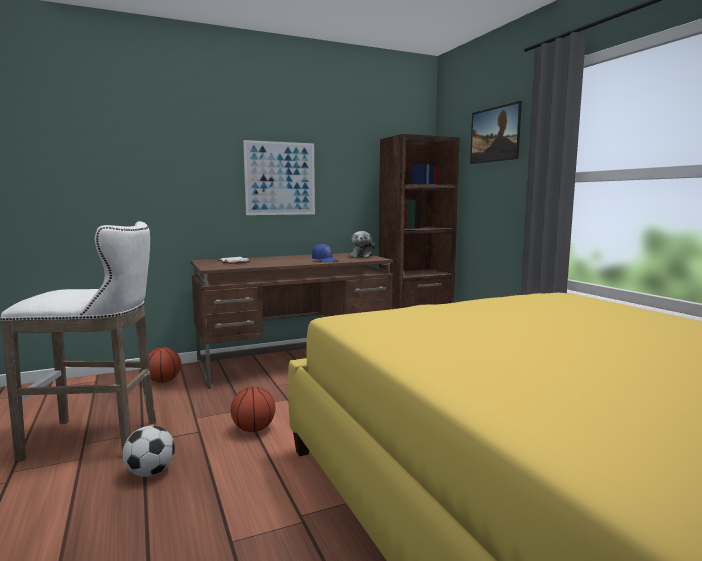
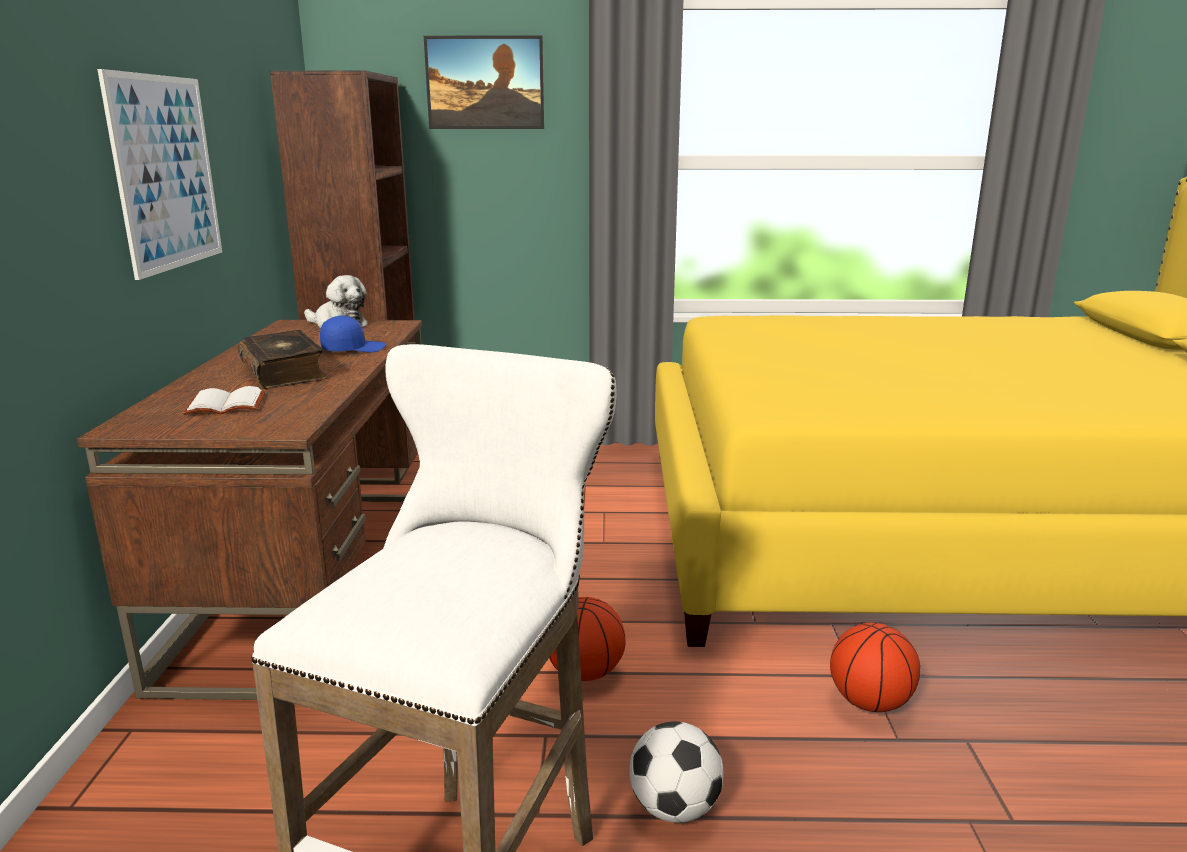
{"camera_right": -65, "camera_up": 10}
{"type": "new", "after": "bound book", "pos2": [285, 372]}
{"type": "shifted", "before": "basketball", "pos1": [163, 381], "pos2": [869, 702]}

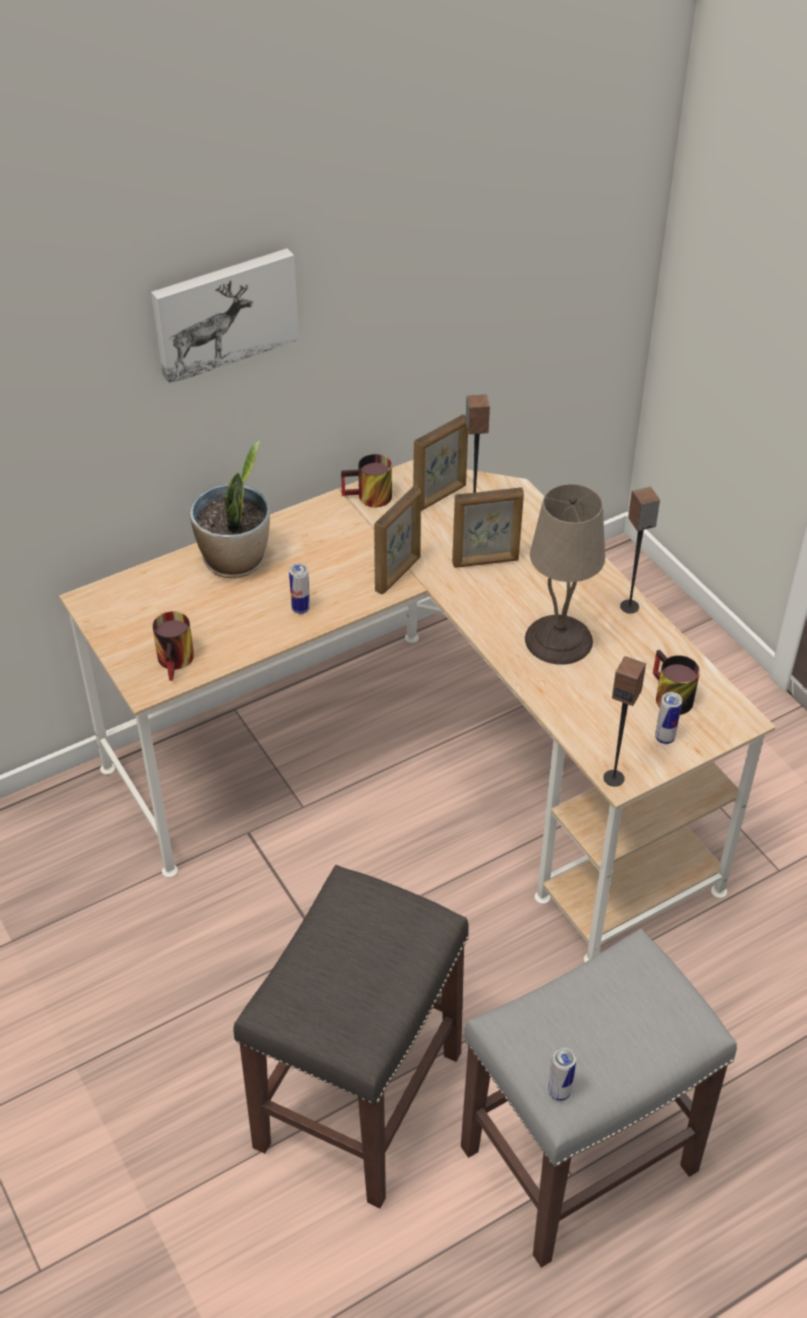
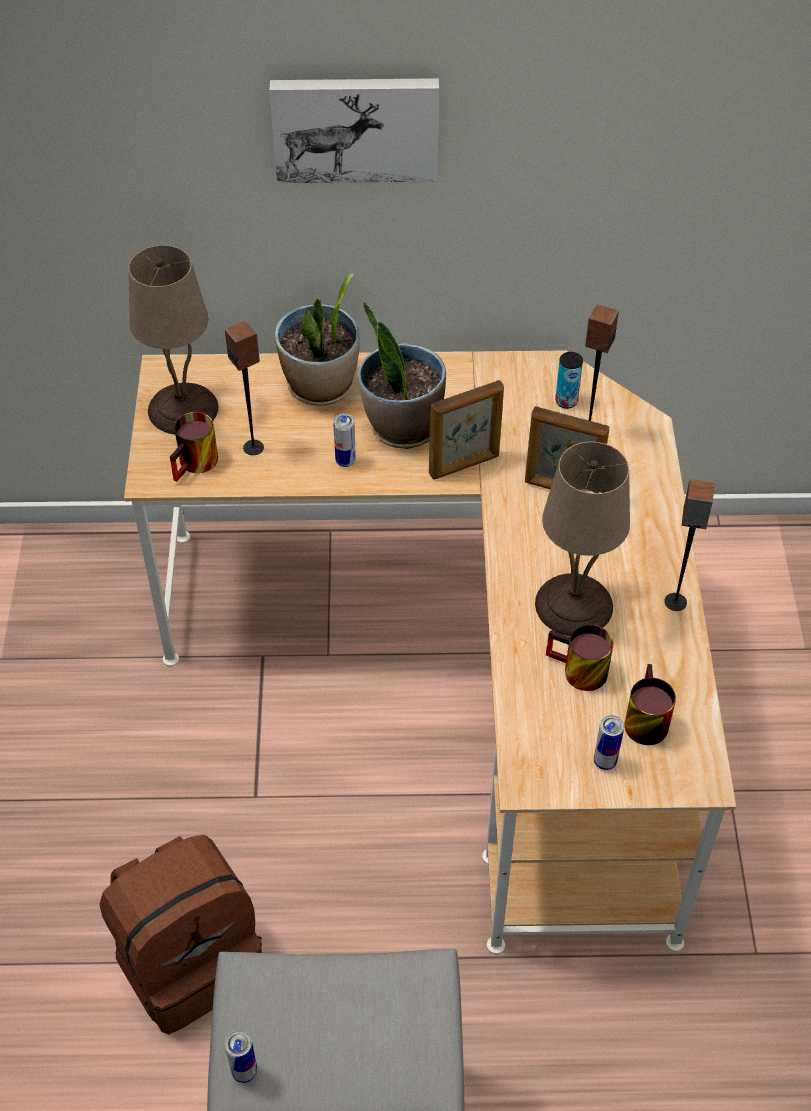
{"camera_right": 30, "camera_up": 5}
{"type": "swapped", "before": "sitting stool (grey)", "after": "rucksack (brown)", "pos1": [359, 1096], "pos2": [189, 960]}
{"type": "new", "after": "lamp for a table (beige-coloured)", "pos2": [181, 408]}
{"type": "shifted", "before": "speaker", "pos1": [614, 778], "pos2": [254, 447]}
{"type": "new", "after": "houseplant", "pos2": [402, 426]}
{"type": "shifted", "before": "tea mug", "pos1": [369, 498], "pos2": [576, 673]}
{"type": "swapped", "before": "picture frame", "after": "sealed can", "pos1": [440, 497], "pos2": [566, 401]}

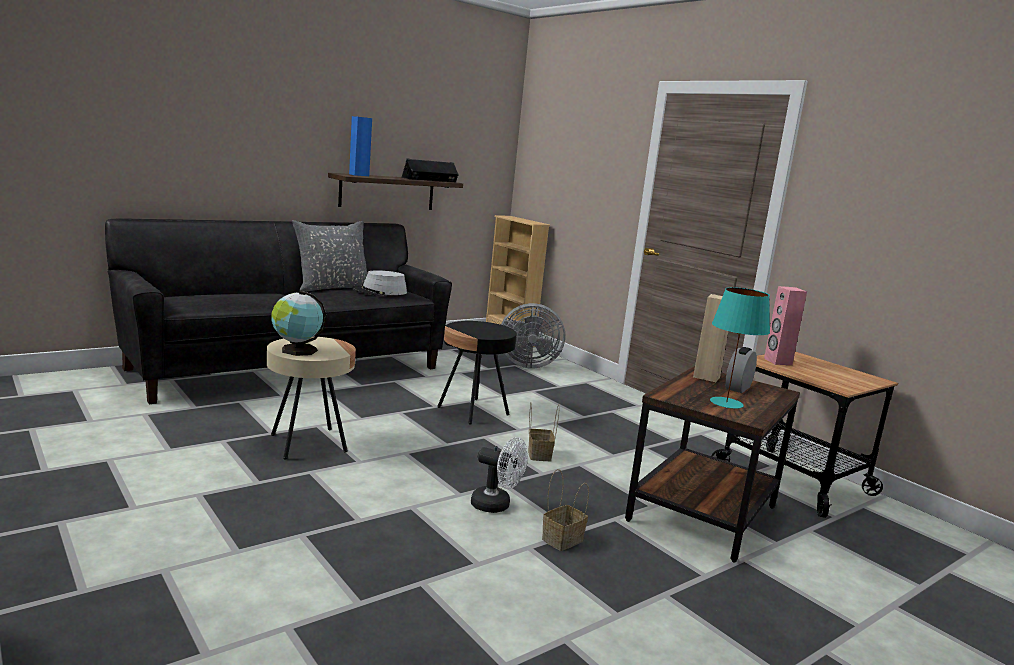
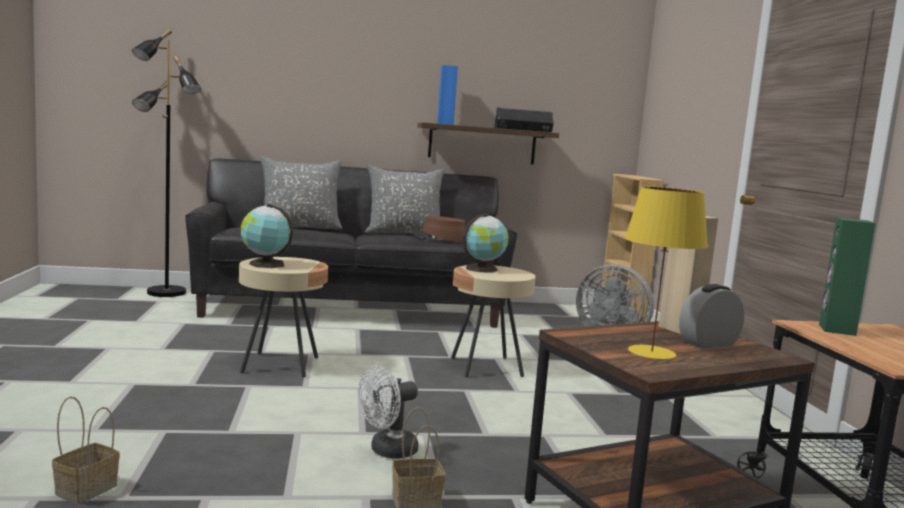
{"camera_right": 30, "camera_up": -5}
{"type": "shifted", "before": "household basket", "pos1": [538, 454], "pos2": [87, 488]}
{"type": "new", "after": "standard lamp (black-coloured)", "pos2": [166, 293]}
{"type": "new", "after": "cushion (grey)", "pos2": [299, 227]}
{"type": "rotated", "before": "cooling fan (whitish)", "pos1": [496, 506], "pos2": [387, 451], "turn": 90}
{"type": "repainted", "before": "wearable hat (grey)", "after": "wearable hat (brown)", "pos1": [379, 291], "pos2": [438, 237]}
{"type": "repainted", "before": "side table (black-coloured)", "after": "side table (beige-coloured)", "pos1": [473, 411], "pos2": [486, 367]}
{"type": "new", "after": "world globe", "pos2": [482, 269]}
{"type": "repainted", "before": "lamp for a table (blue-green)", "after": "lamp for a table (yellowish)", "pos1": [727, 403], "pos2": [652, 352]}
{"type": "repainted", "before": "speaker (pink-coloured)", "after": "speaker (green)", "pos1": [777, 361], "pos2": [836, 330]}

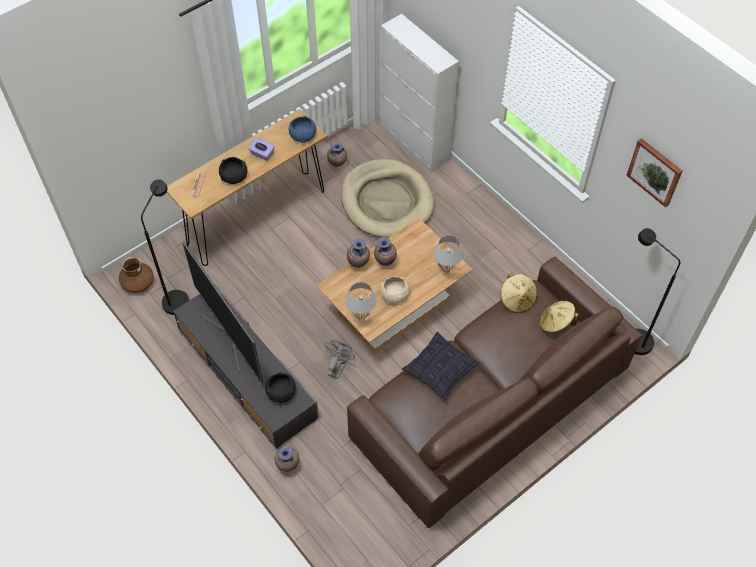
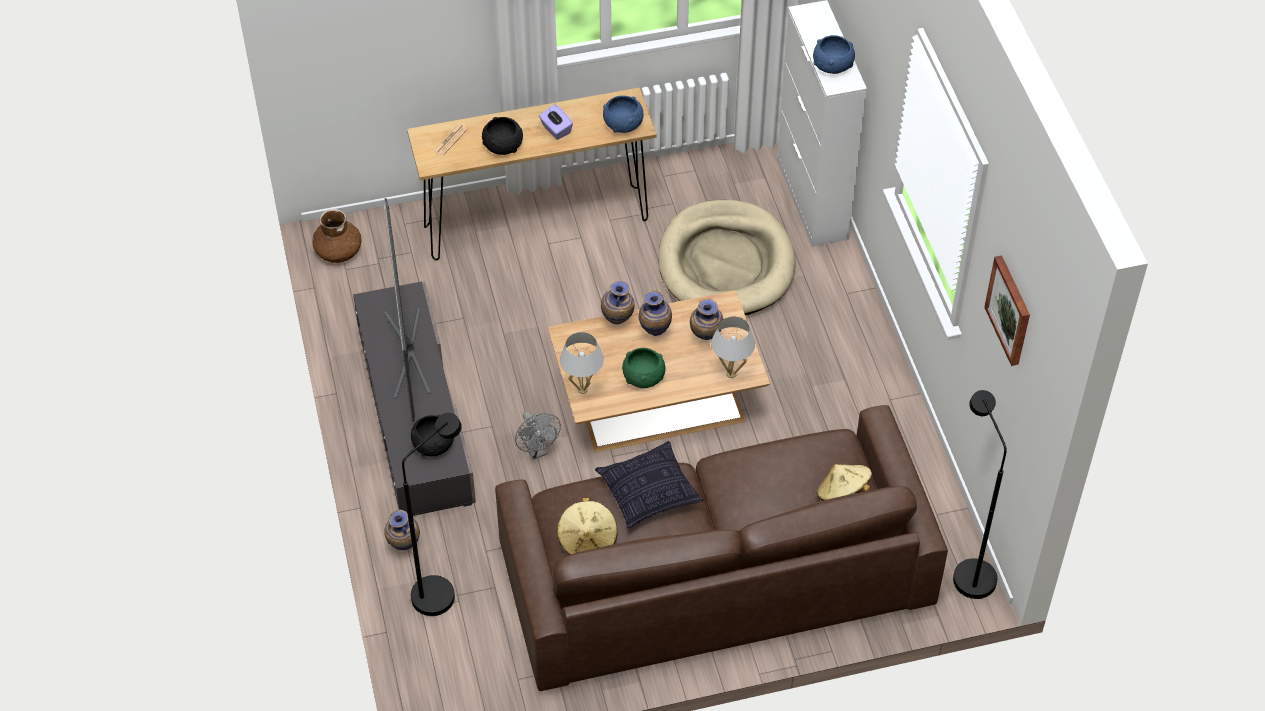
{"camera_right": 25, "camera_up": -5}
{"type": "shifted", "before": "standard lamp (black-coloured)", "pos1": [178, 296], "pos2": [441, 588]}
{"type": "rotated", "before": "cooling fan (grey)", "pos1": [338, 366], "pos2": [537, 450], "turn": 105}
{"type": "shifted", "before": "wearable hat (beige-coloured)", "pos1": [517, 300], "pos2": [587, 541]}
{"type": "repainted", "before": "bowl (beige-coloured)", "after": "bowl (green)", "pos1": [394, 295], "pos2": [643, 377]}
{"type": "shifted", "before": "decorative vase", "pos1": [337, 166], "pos2": [705, 338]}
{"type": "new", "after": "bowl (bluish)", "pos2": [832, 65]}

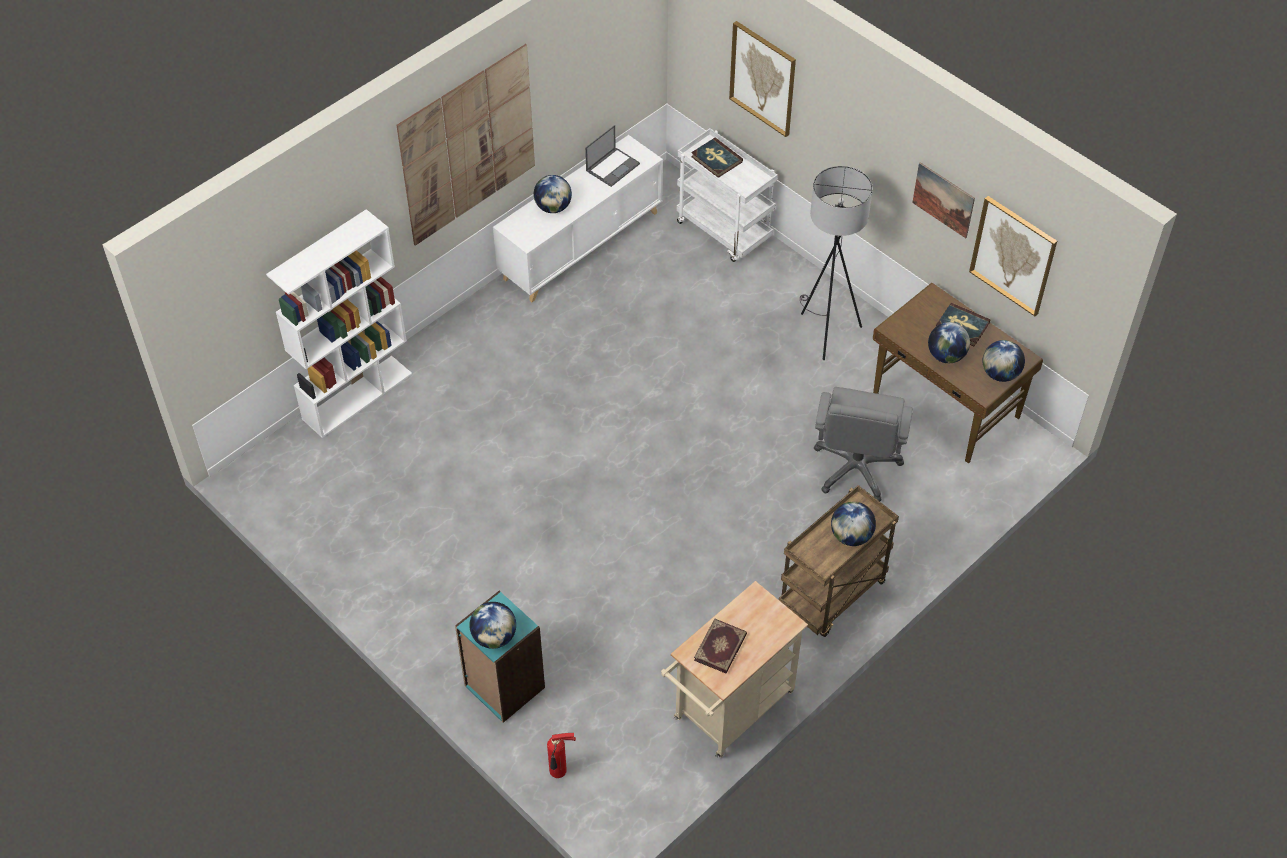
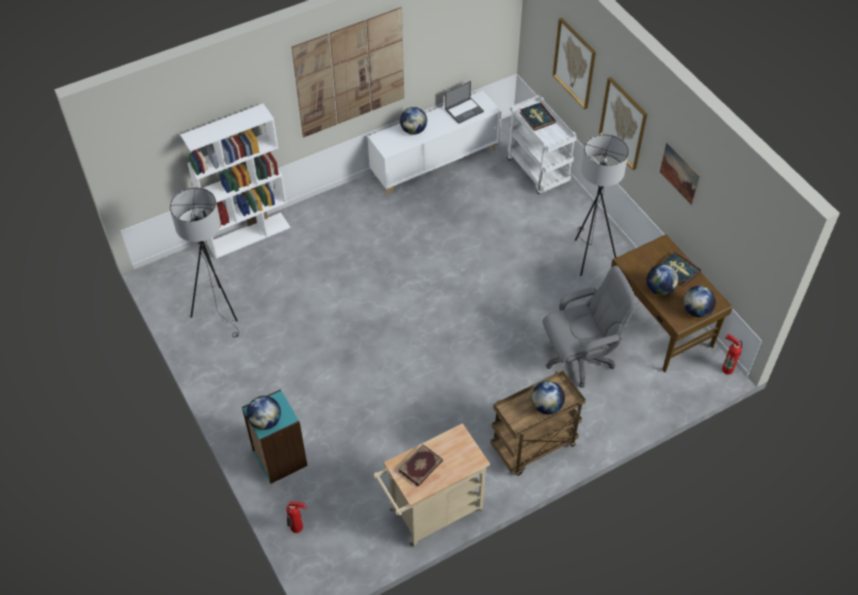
{"camera_right": 15, "camera_up": 0}
{"type": "new", "after": "standard lamp (grey)", "pos2": [219, 310]}
{"type": "rotated", "before": "office chair (grey)", "pos1": [856, 468], "pos2": [580, 358], "turn": -135}
{"type": "shifted", "before": "picture", "pos1": [1013, 255], "pos2": [623, 123]}
{"type": "new", "after": "fire-fighting cylinder", "pos2": [727, 368]}

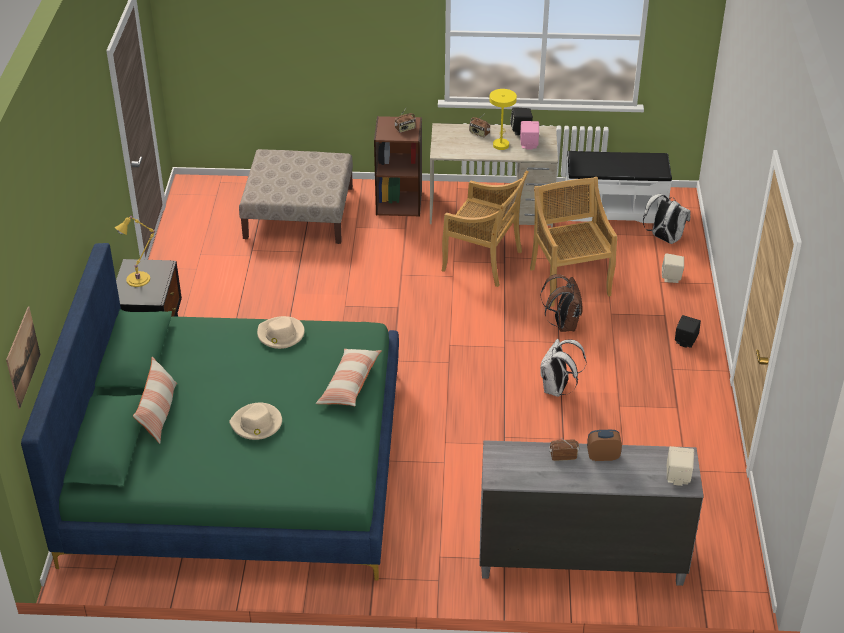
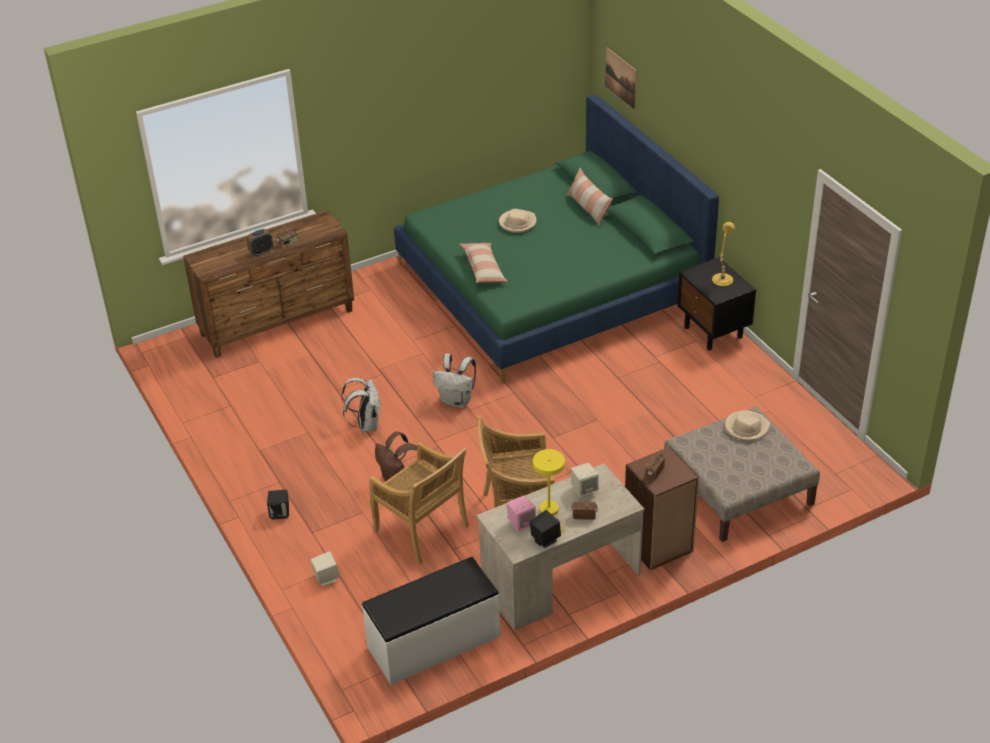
{"camera_right": 150, "camera_up": 0}
{"type": "repainted", "before": "chest of drawers (grey)", "after": "chest of drawers (brown)", "pos1": [580, 558], "pos2": [278, 323]}
{"type": "shifted", "before": "rucksack (whitish)", "pos1": [664, 238], "pos2": [457, 401]}
{"type": "shifted", "before": "speaker (beige-coloured)", "pos1": [677, 477], "pos2": [584, 489]}
{"type": "shifted", "before": "wearable hat (beige-coloured)", "pos1": [280, 335], "pos2": [746, 427]}

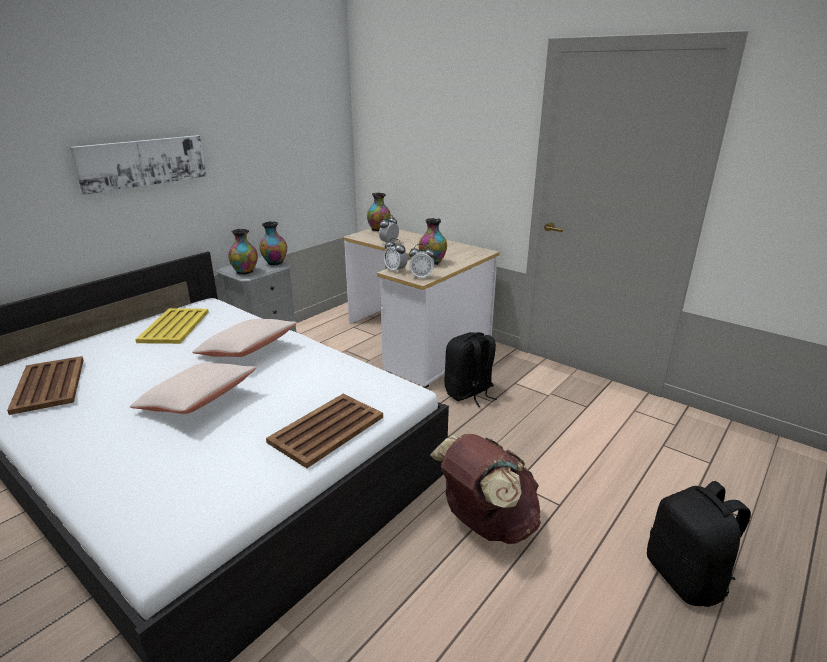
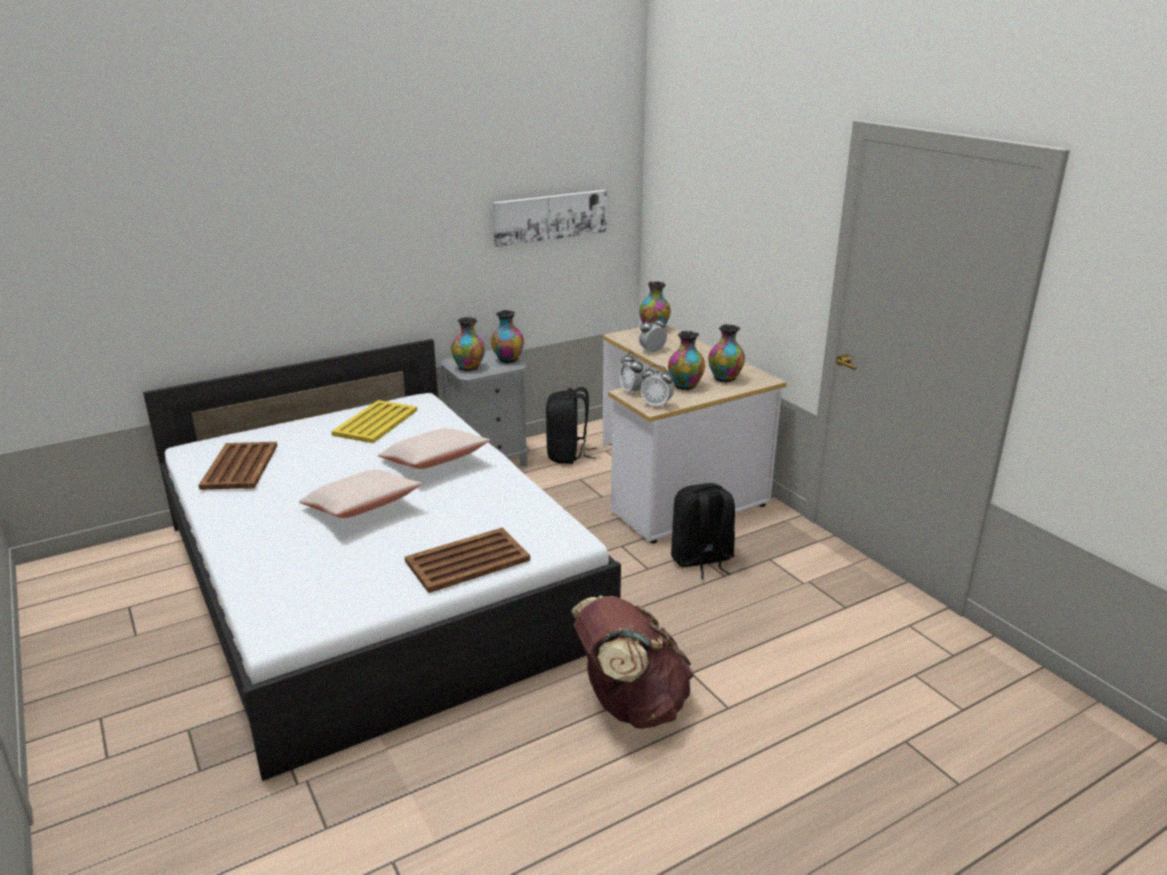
{"camera_right": 20, "camera_up": 0}
{"type": "shifted", "before": "picture", "pos1": [143, 162], "pos2": [550, 217]}
{"type": "shifted", "before": "rucksack (black-coloured)", "pos1": [686, 578], "pos2": [568, 455]}
{"type": "new", "after": "decorative vase", "pos2": [725, 379]}

